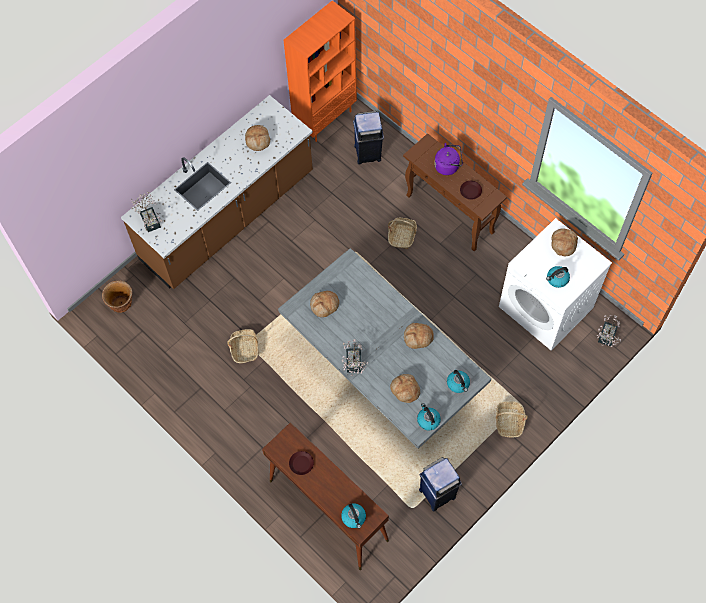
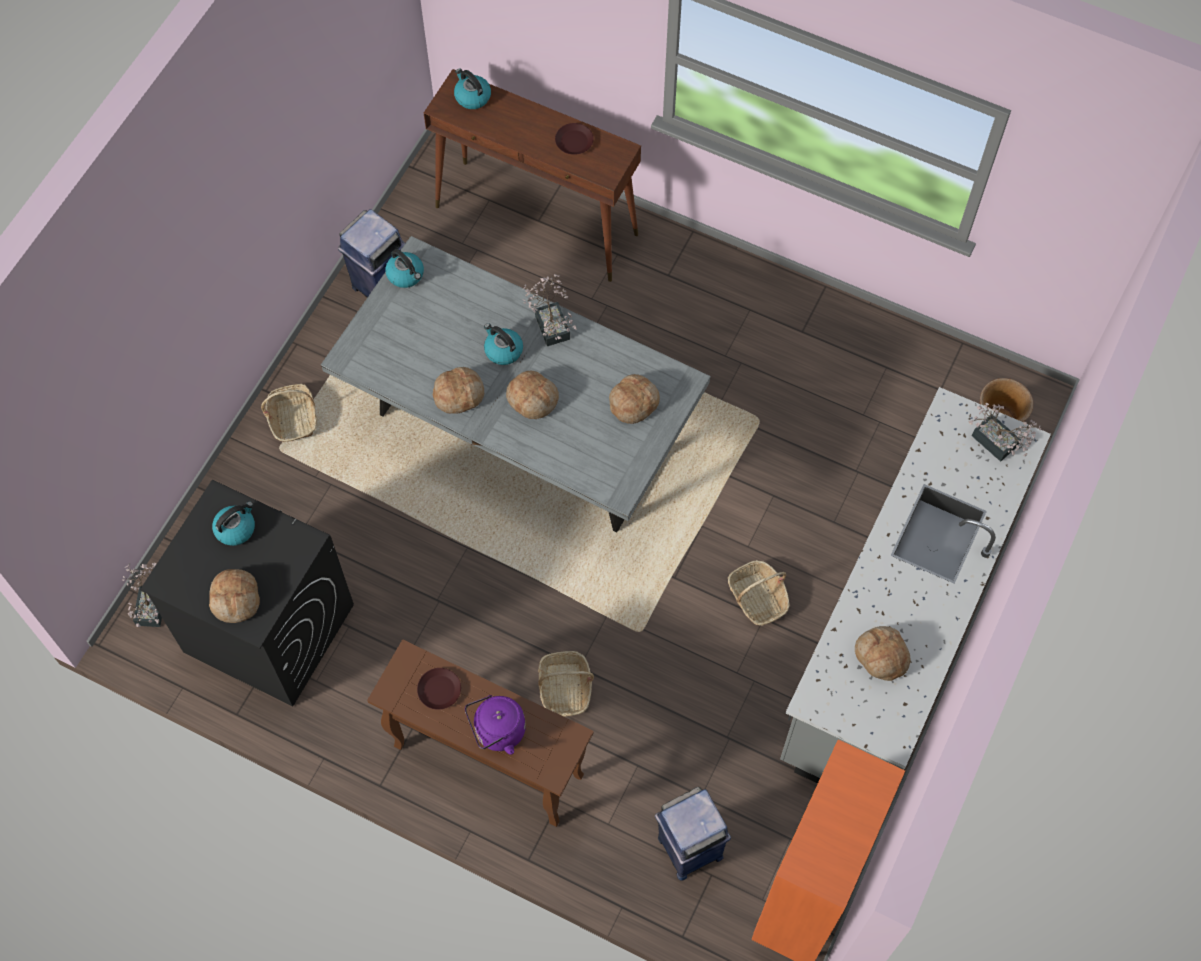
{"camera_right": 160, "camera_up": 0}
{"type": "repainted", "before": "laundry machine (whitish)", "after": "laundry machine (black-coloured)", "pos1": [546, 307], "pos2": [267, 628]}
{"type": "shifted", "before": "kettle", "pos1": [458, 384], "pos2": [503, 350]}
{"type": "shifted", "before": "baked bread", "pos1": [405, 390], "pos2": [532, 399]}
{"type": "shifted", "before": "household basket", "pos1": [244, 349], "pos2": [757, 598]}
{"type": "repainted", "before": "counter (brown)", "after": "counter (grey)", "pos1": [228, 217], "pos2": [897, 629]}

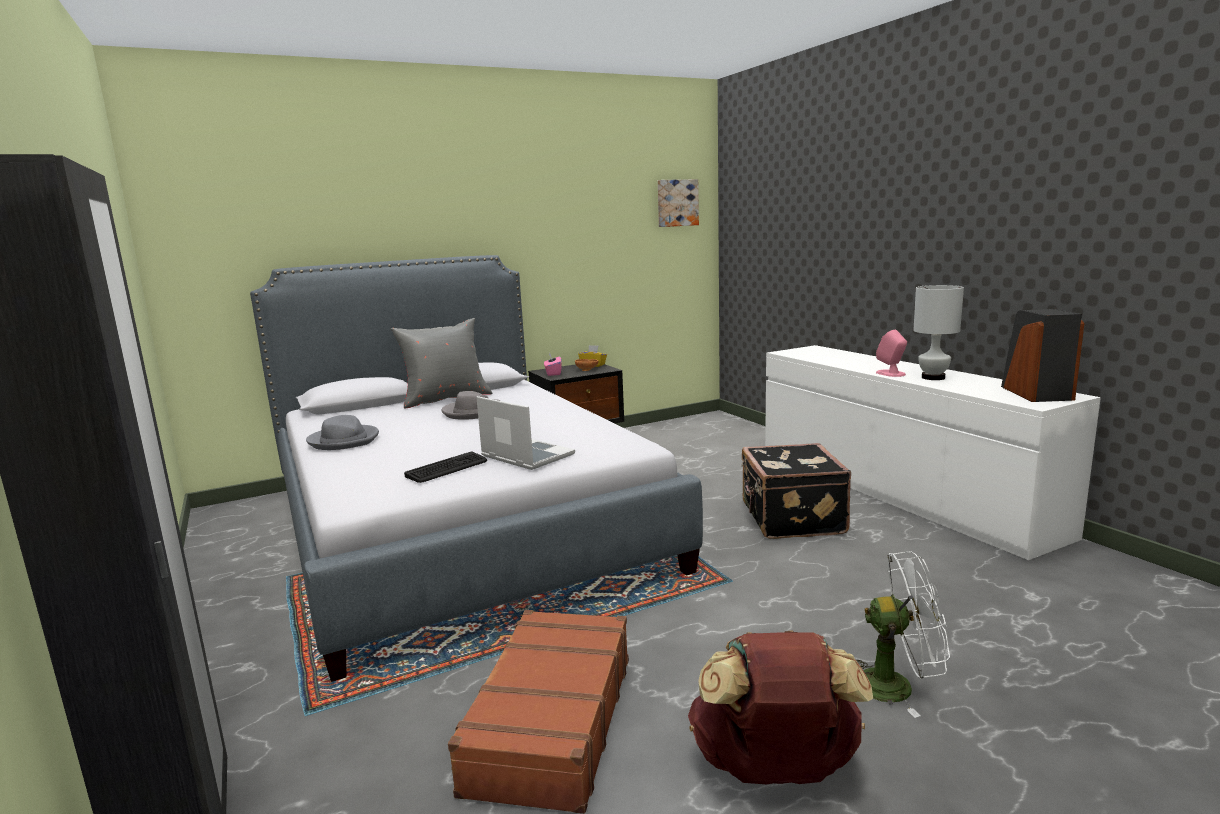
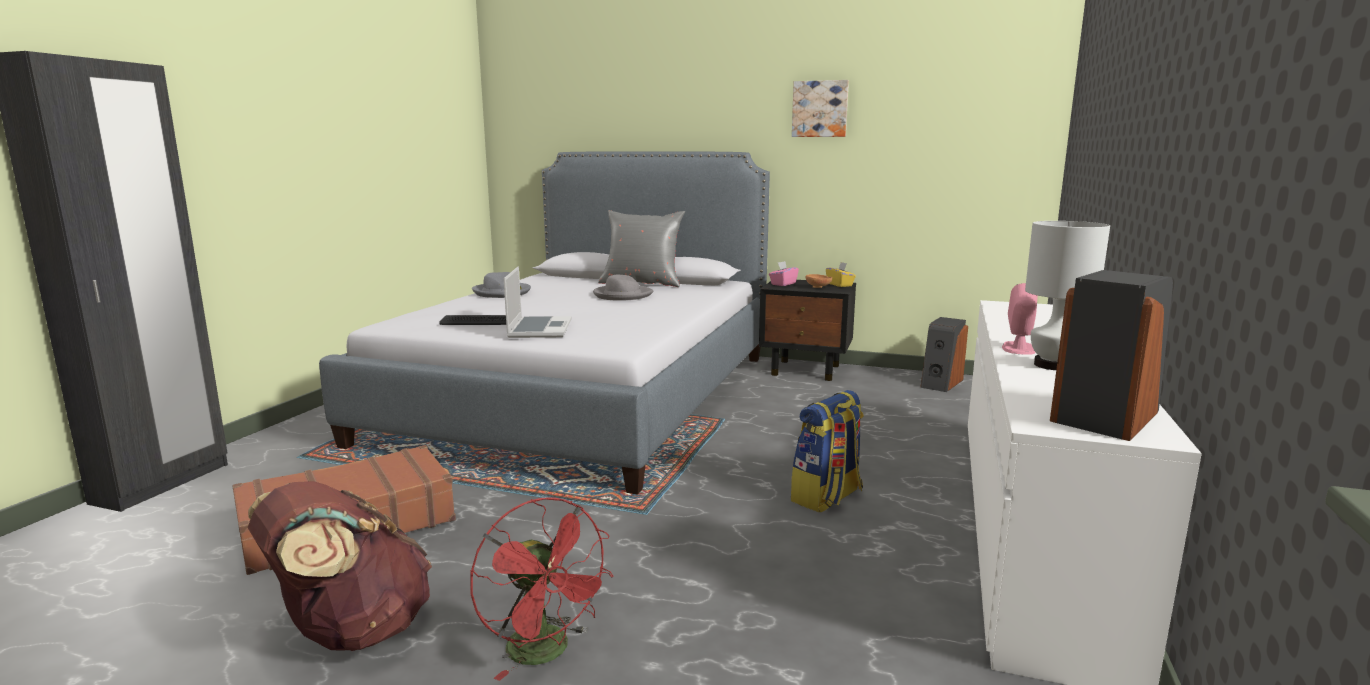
{"camera_right": 45, "camera_up": 0}
{"type": "repainted", "before": "cooling fan (whitish)", "after": "cooling fan (red)", "pos1": [896, 685], "pos2": [546, 653]}
{"type": "swapped", "before": "suitcase (black-coloured)", "after": "rucksack", "pos1": [790, 519], "pos2": [827, 497]}
{"type": "shifted", "before": "picture", "pos1": [677, 203], "pos2": [820, 109]}
{"type": "new", "after": "speaker", "pos2": [940, 383]}

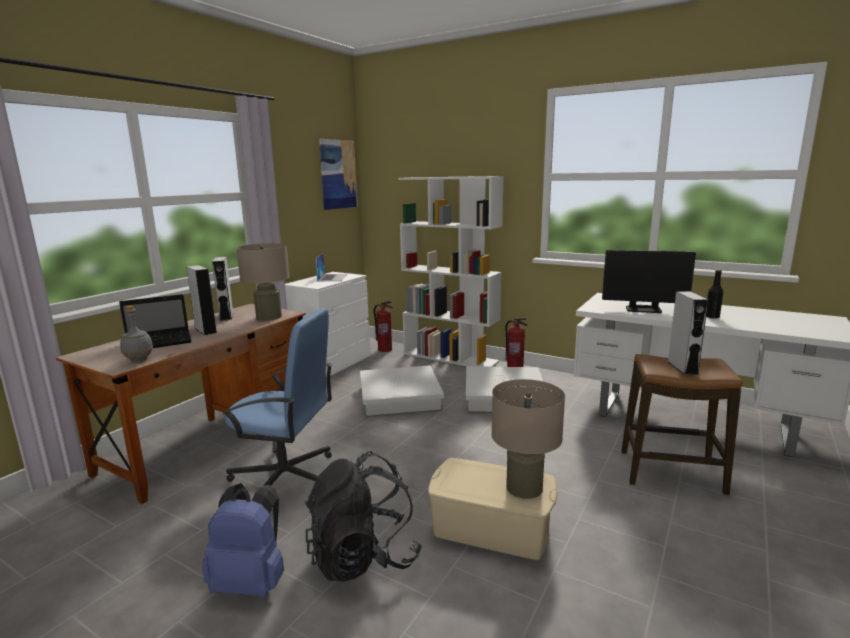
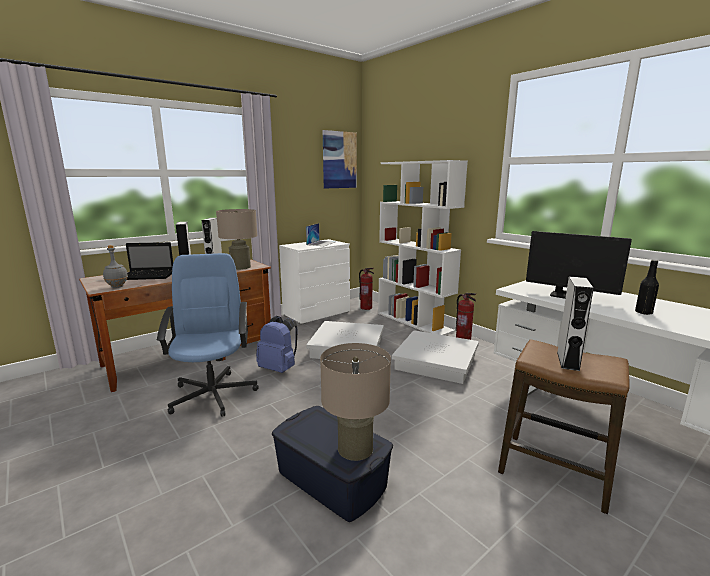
{"camera_right": 20, "camera_up": 0}
{"type": "rotated", "before": "office chair (bluish)", "pos1": [285, 477], "pos2": [213, 394], "turn": -135}
{"type": "shifted", "before": "rucksack (bluish)", "pos1": [251, 582], "pos2": [279, 369]}
{"type": "repainted", "before": "storage bin (beige-coloured)", "after": "storage bin (bluish)", "pos1": [491, 529], "pos2": [331, 480]}
{"type": "gone", "before": "rucksack (black-coloured)", "pos1": [363, 557]}

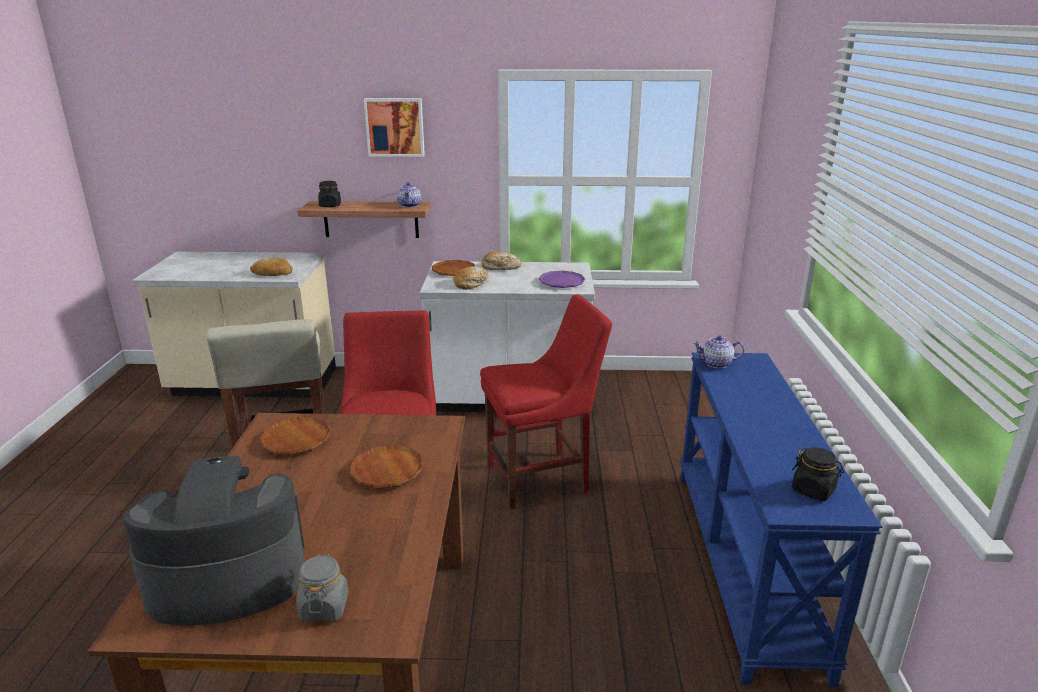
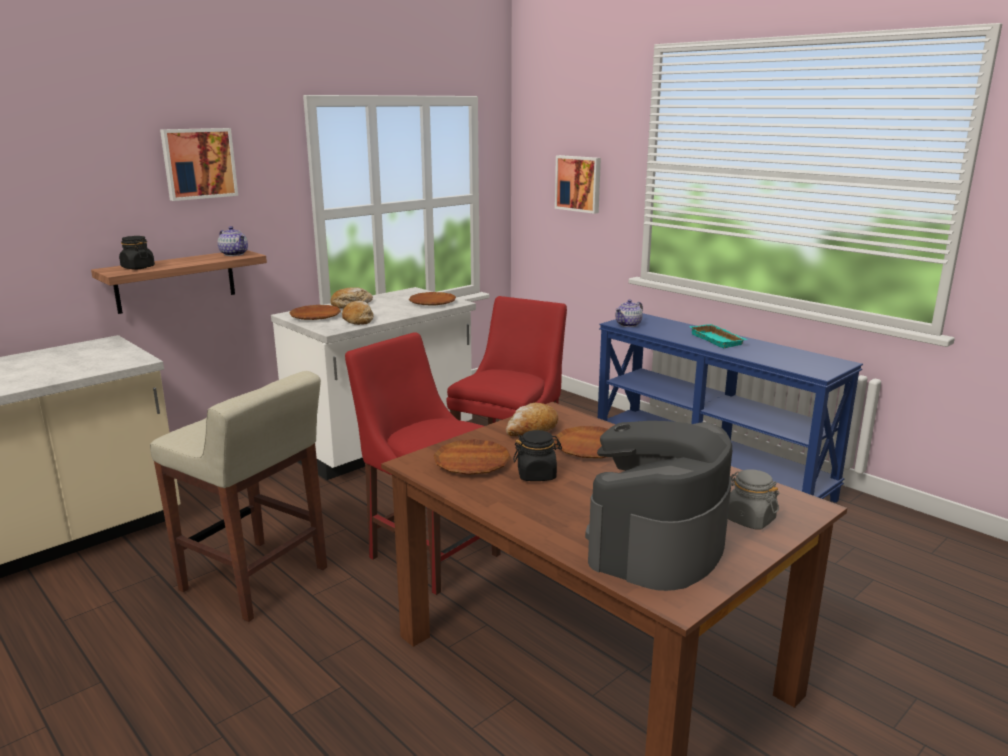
{"camera_right": -45, "camera_up": -5}
{"type": "repainted", "before": "plate (purple-coloured)", "after": "plate (brown)", "pos1": [561, 283], "pos2": [432, 302]}
{"type": "shifted", "before": "baked bread", "pos1": [272, 274], "pos2": [532, 430]}
{"type": "shifted", "before": "preserve jar (black-coloured)", "pos1": [813, 490], "pos2": [537, 475]}
{"type": "new", "after": "picture", "pos2": [579, 183]}
{"type": "new", "after": "tray (blue-green)", "pos2": [718, 340]}

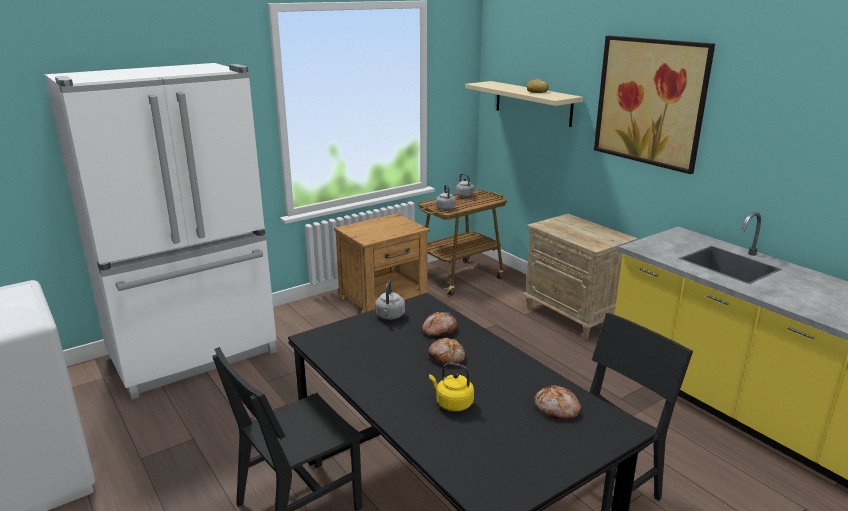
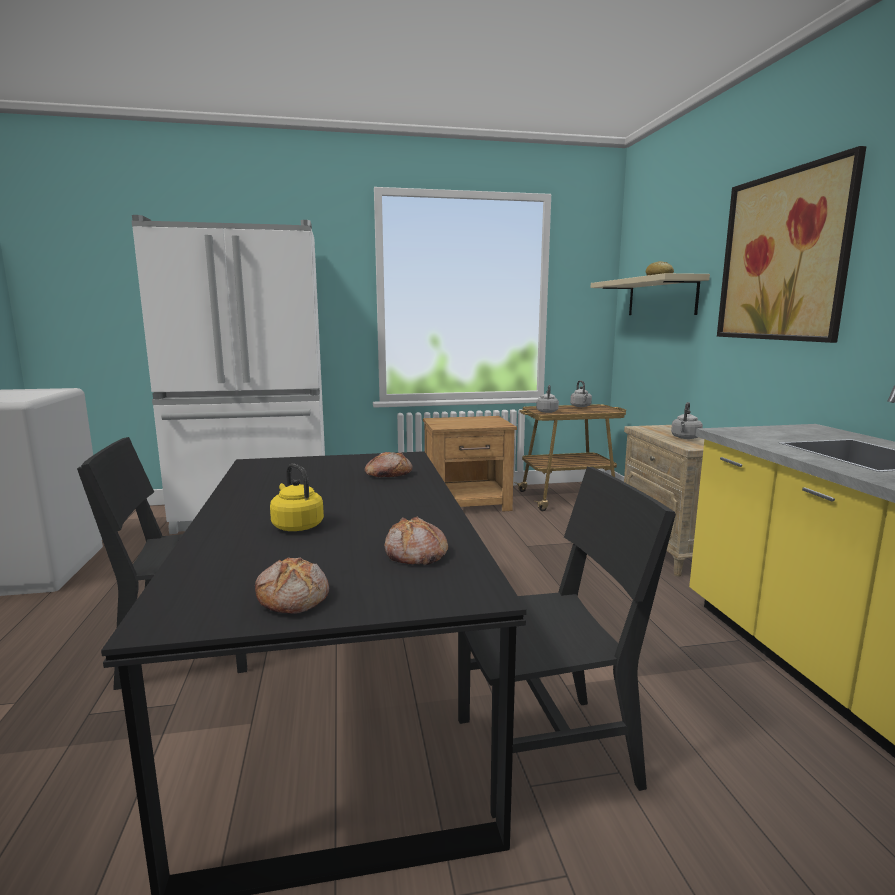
{"camera_right": 25, "camera_up": -10}
{"type": "shifted", "before": "baked bread", "pos1": [447, 356], "pos2": [294, 598]}
{"type": "shifted", "before": "kettle (grey)", "pos1": [390, 316], "pos2": [685, 438]}

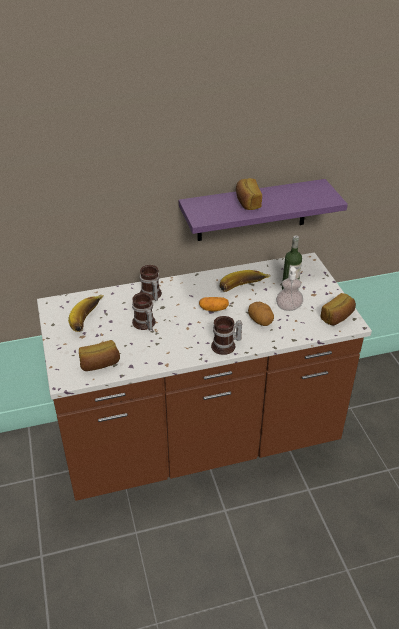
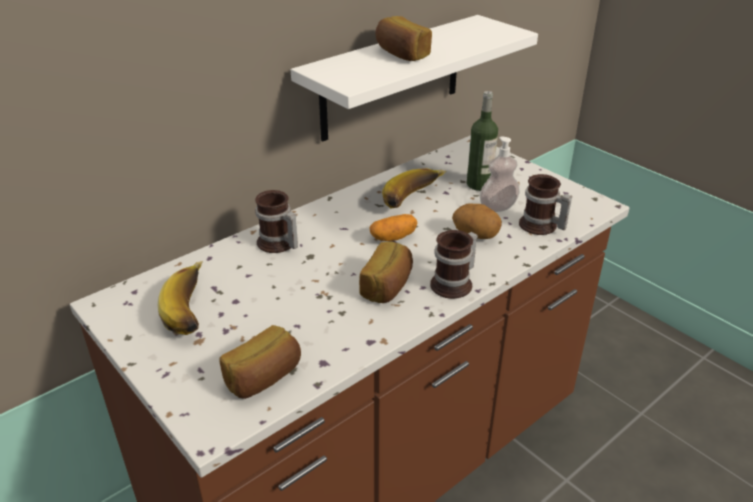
{"camera_right": -25, "camera_up": -5}
{"type": "repainted", "before": "bracket shelf (purple-coloured)", "after": "bracket shelf (whitish)", "pos1": [252, 210], "pos2": [392, 78]}
{"type": "shifted", "before": "baked bread", "pos1": [337, 317], "pos2": [388, 286]}
{"type": "shifted", "before": "tea mug", "pos1": [144, 324], "pos2": [540, 227]}

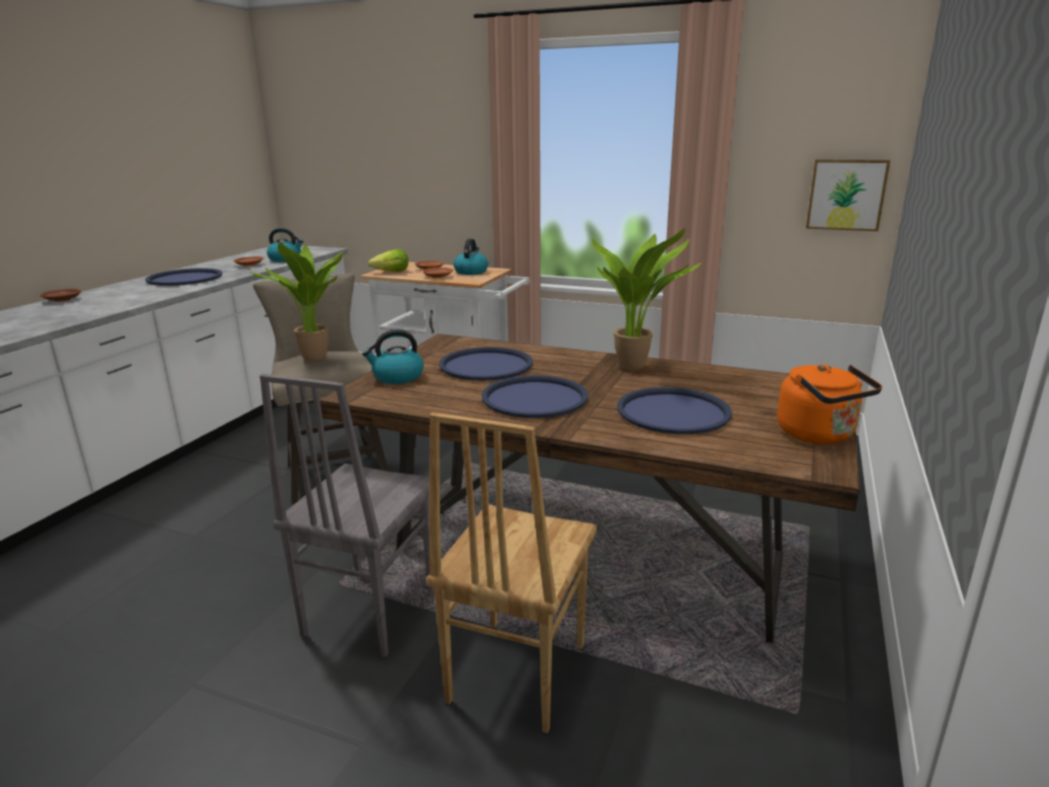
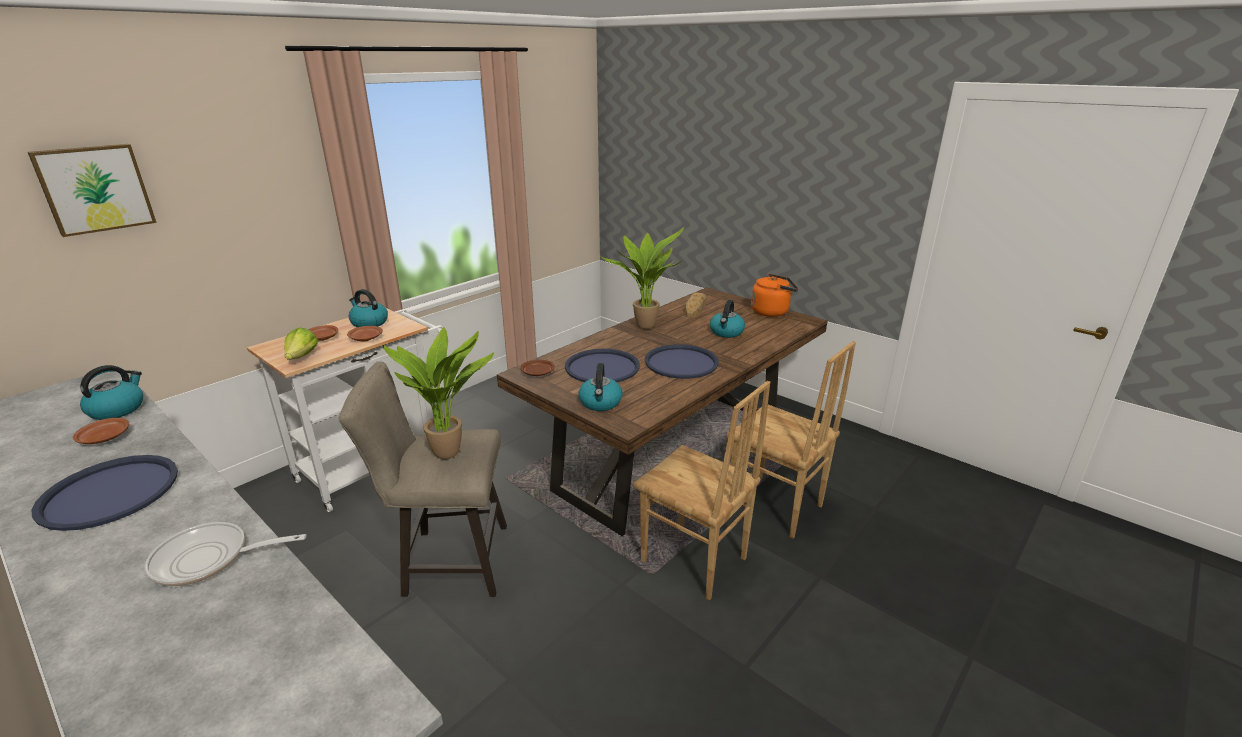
{"camera_right": -70, "camera_up": 5}
{"type": "shifted", "before": "picture", "pos1": [846, 194], "pos2": [95, 188]}
{"type": "new", "after": "pan", "pos2": [209, 559]}
{"type": "shifted", "before": "plate (brown)", "pos1": [62, 300], "pos2": [538, 373]}
{"type": "repainted", "before": "plain chair (grey)", "after": "plain chair (brown)", "pos1": [368, 612], "pos2": [693, 561]}
{"type": "new", "after": "baked bread", "pos2": [695, 309]}
{"type": "swapped", "before": "tray (bluish)", "after": "kettle", "pos1": [673, 412], "pos2": [726, 332]}

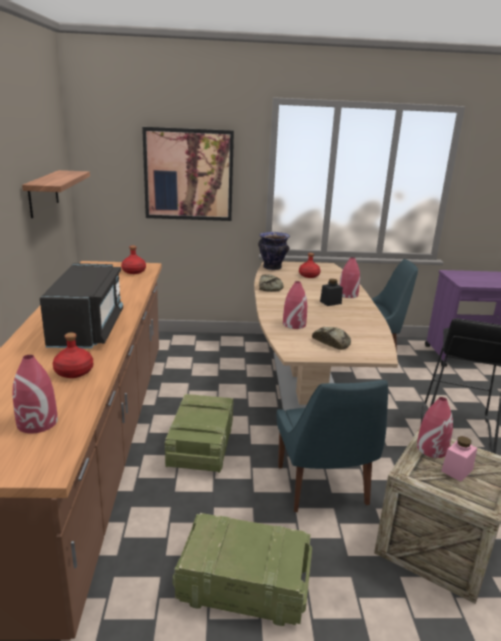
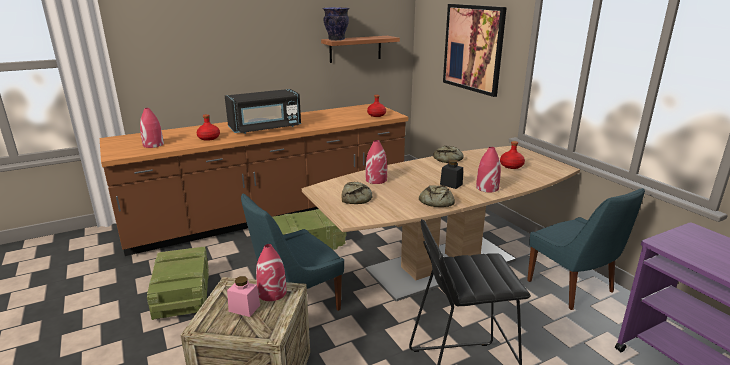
{"camera_right": 65, "camera_up": 0}
{"type": "shifted", "before": "decorative vase", "pos1": [272, 268], "pos2": [336, 39]}
{"type": "new", "after": "baked bread", "pos2": [435, 201]}

